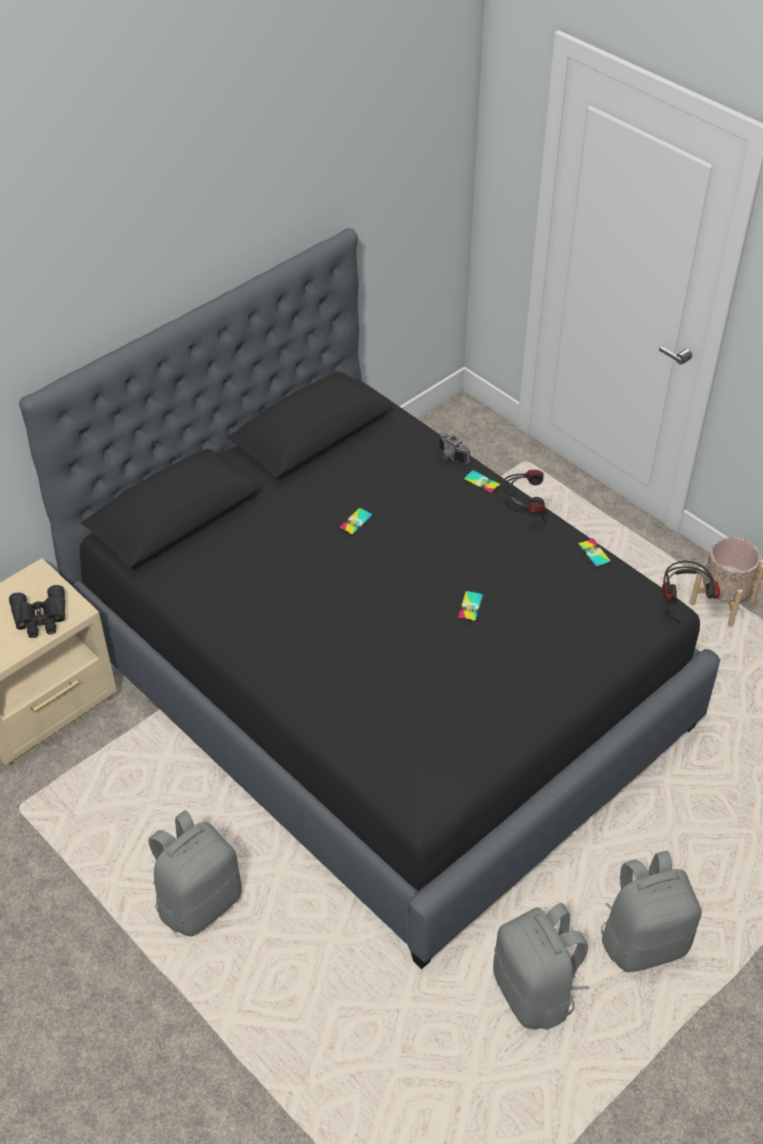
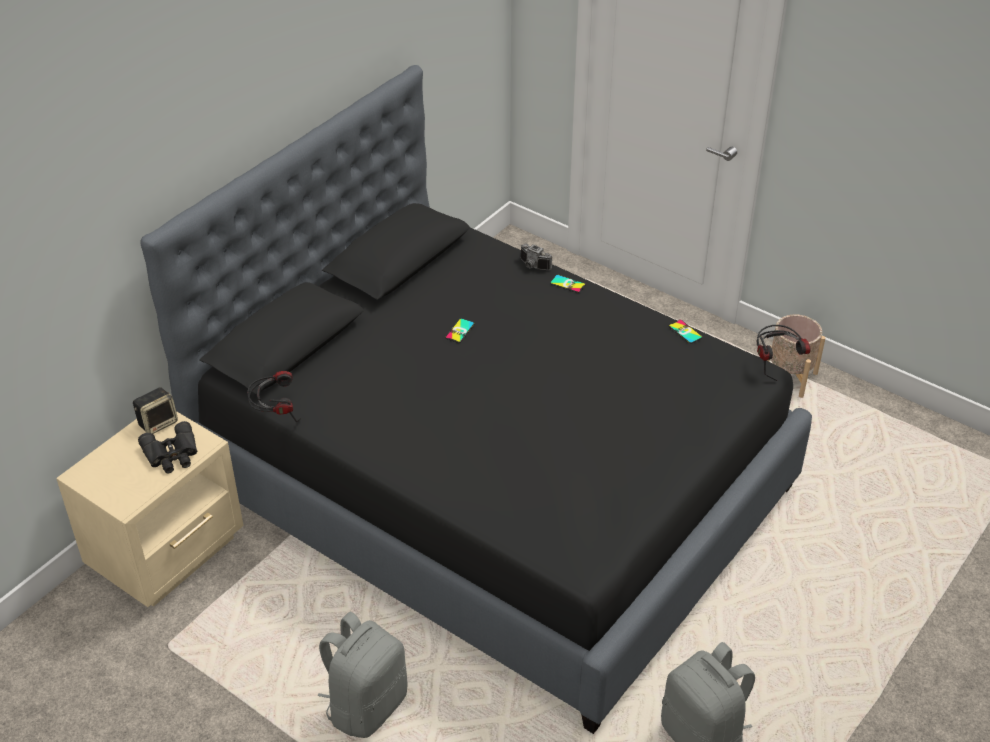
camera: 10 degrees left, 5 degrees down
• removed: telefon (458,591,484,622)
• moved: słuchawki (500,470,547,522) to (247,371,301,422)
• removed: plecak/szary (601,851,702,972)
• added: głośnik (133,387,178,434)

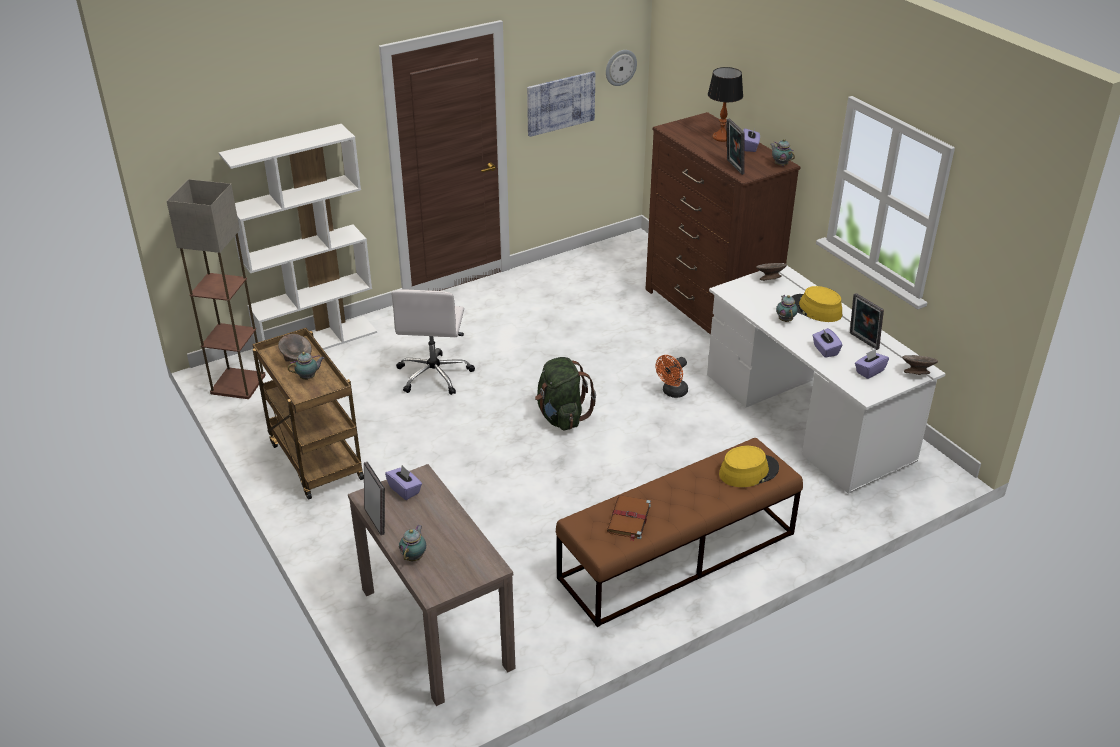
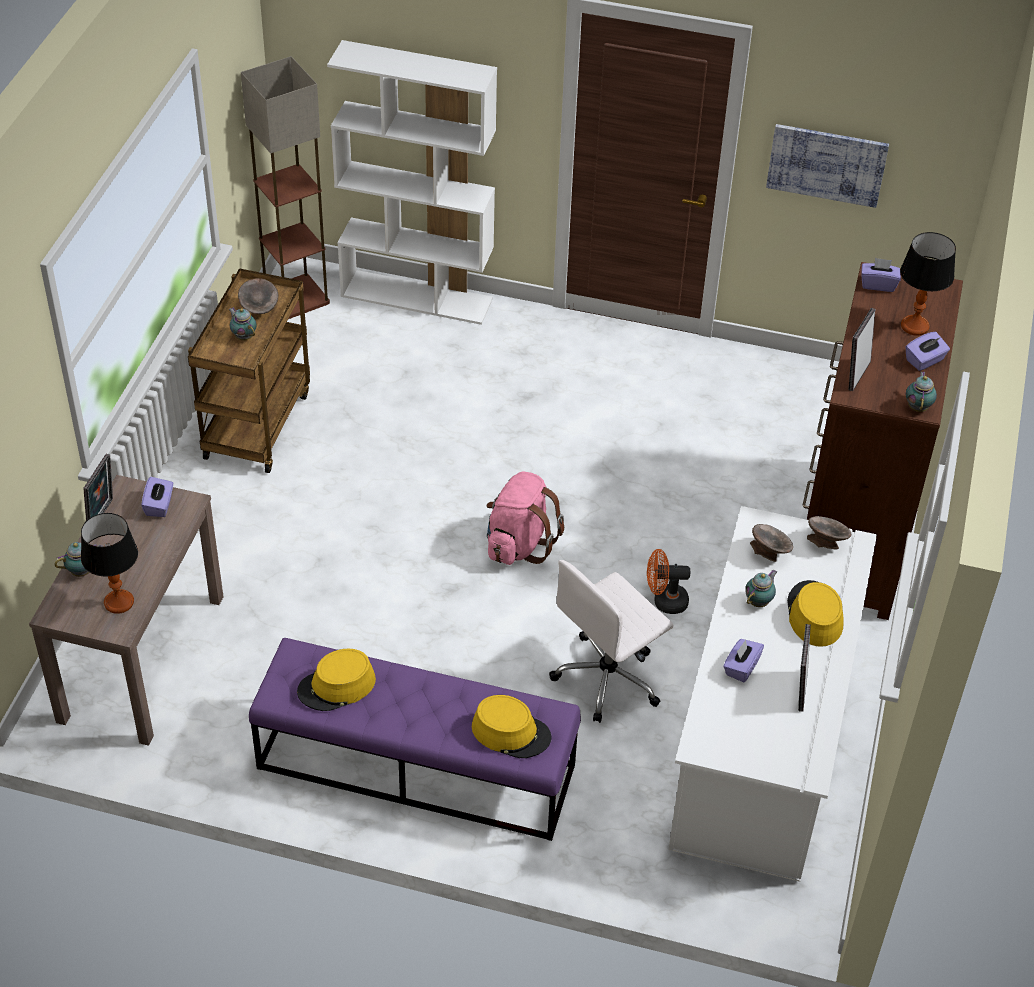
camera: 45 degrees right, 10 degrees up
• turned: imbryk (288,352,324,380) = (229,307,257,340) 150 degrees counterclockwise
• moved: krzesło biurowe/biały (391,290,475,395) to (549,560,673,723)
• recoloured: plecak/zielony (535,357,596,431) to plecak/różowy (487,472,564,565)
• recoloured: ławka/brązowy (556,438,803,627) to ławka/fioletowy (249,638,581,841)
• removed: zegar ścienny (606,50,637,86)
• replaced: książka/brązowy (607,495,651,542) to kapelusz/żółty (297,649,376,711)
• moved: pudełko chusteczek/fioletowy (855,349,889,379) to (861,258,901,292)
• moved: miska/szary (902,355,938,375) to (750,524,793,562)
• added: lampa stołowa (81,513,138,614)

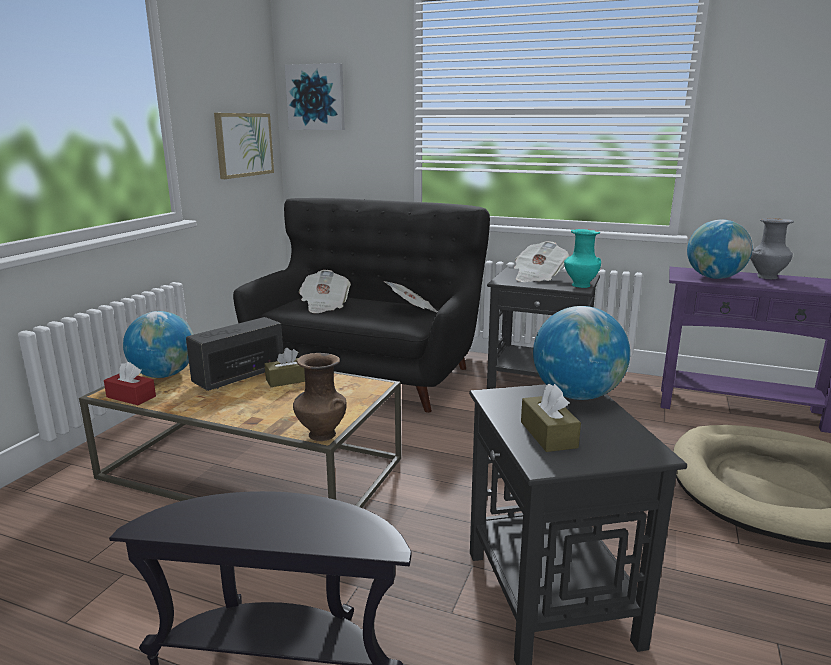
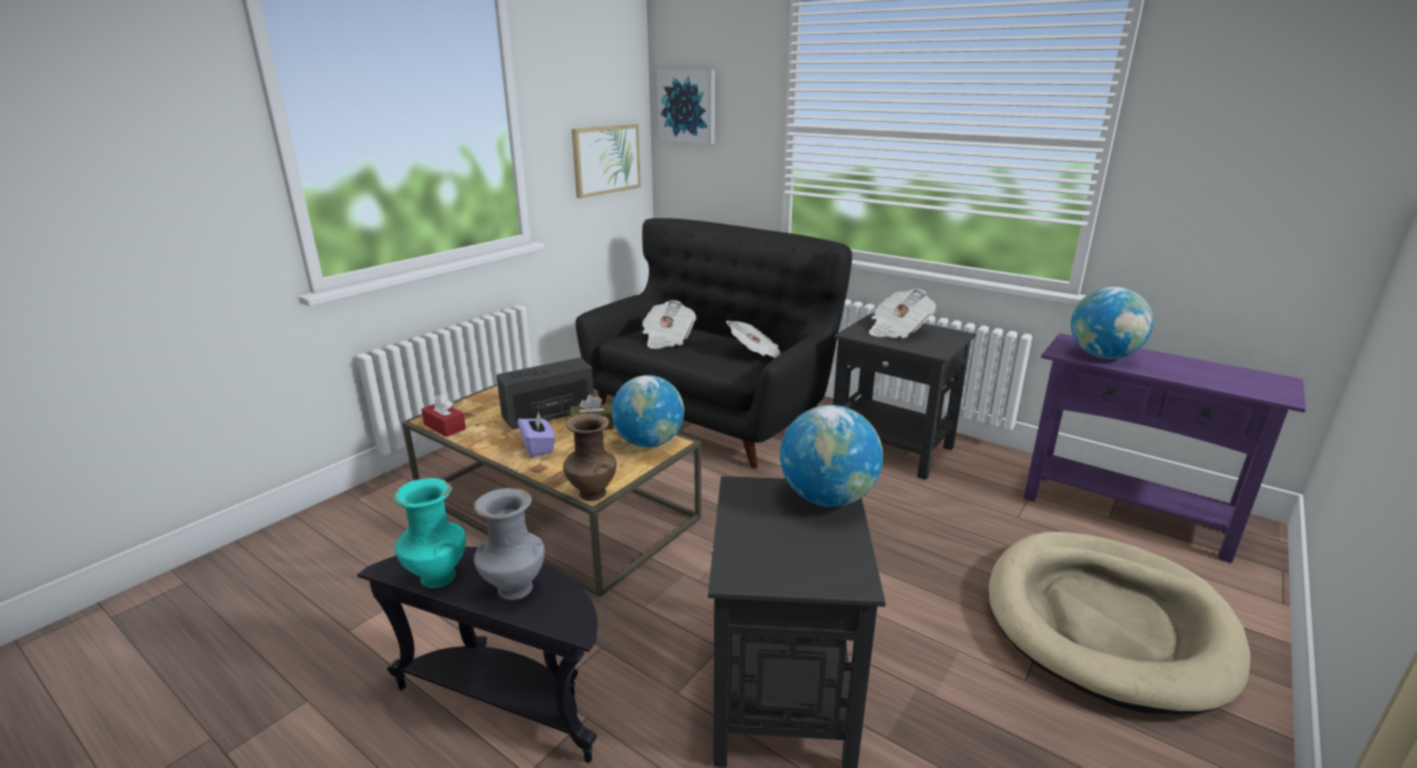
camera: 15 degrees right, 5 degrees up
• moved: globus (123,311,194,378) to (612,375,684,448)
• removed: pudełko chusteczek/brązowy (521,384,581,452)
• moved: wazon/turkusowy (564,229,601,288) to (393,478,466,588)
• moved: wazon/szary (750,218,794,279) to (474,488,545,600)
• added: pudełko chusteczek/fioletowy (518,411,556,457)

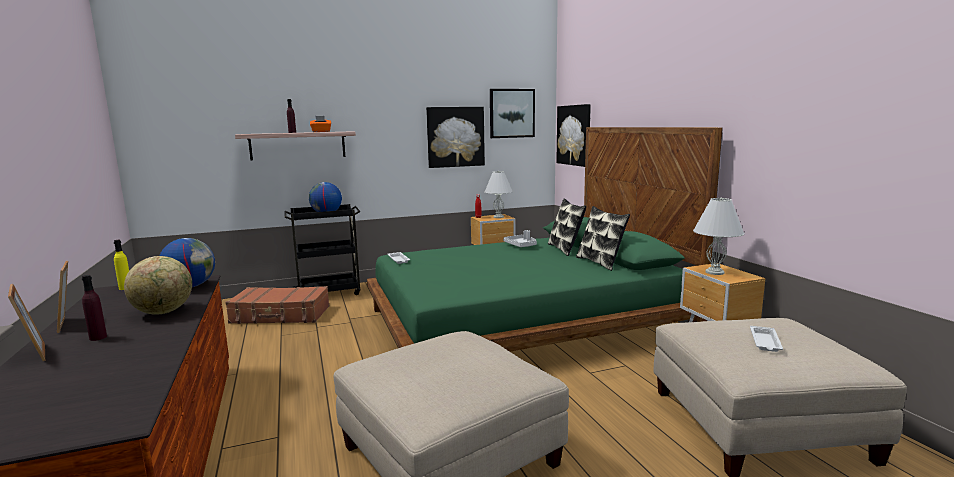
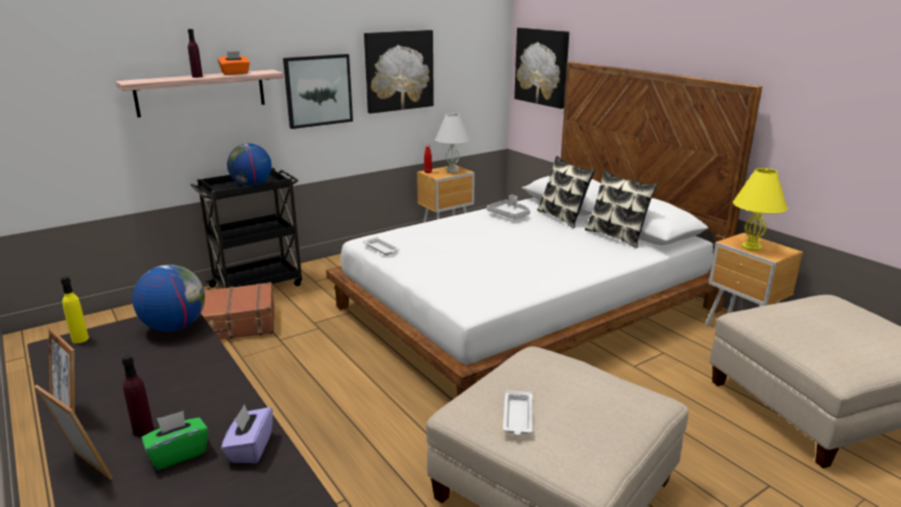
camera: 15 degrees left, 10 degrees up
• removed: globus (124,256,192,315)
• recoloured: łóżko/zielony (367,127,723,352) to łóżko/biały (326,62,762,396)
• moved: obraz (490,89,535,138) to (283,54,353,129)
• recoloured: lampa stołowa/biały (693,198,745,275) to lampa stołowa/żółty (733,168,788,251)
• moved: taca/biały (750,326,783,352) to (503,391,533,435)
• added: pudełko chusteczek/zielony (141,411,208,470)
• added: pudełko chusteczek/fioletowy (221,404,273,463)

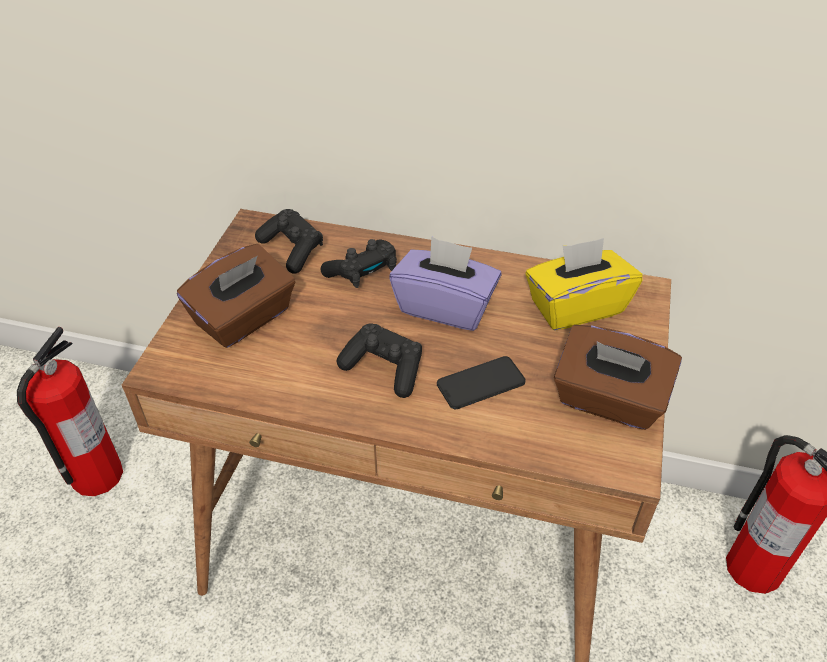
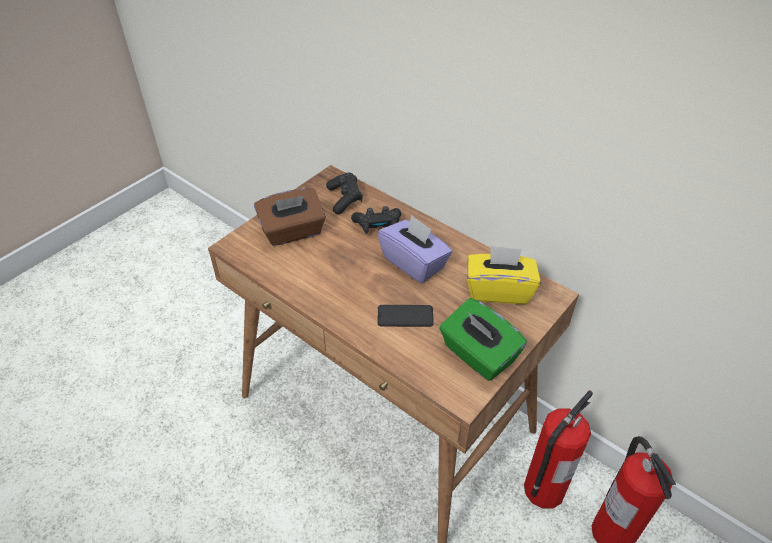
camera: 25 degrees right, 0 degrees up
• moved: gaśnica (17,327,123,496) to (524,390,593,509)
• removed: pad do gier/czarny (337,324,422,398)
• recoloured: pudełko chusteczek/brązowy (554,325,682,430) to pudełko chusteczek/zielony (439,298,527,381)

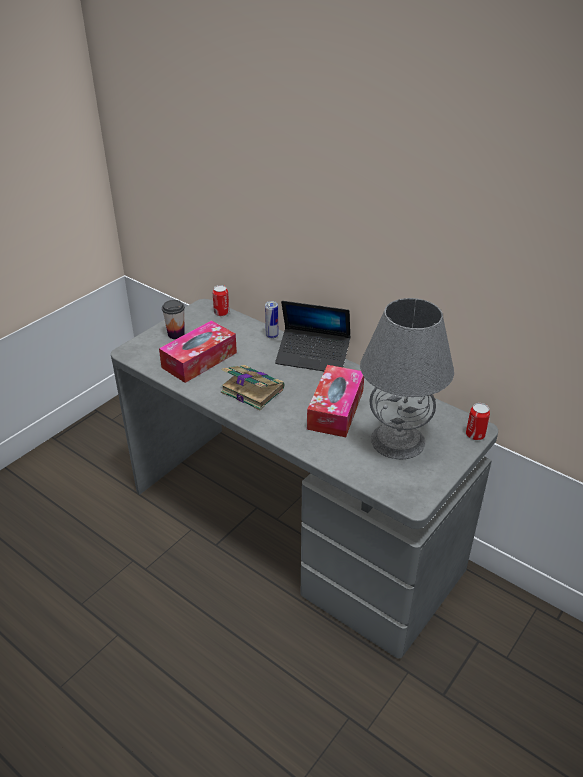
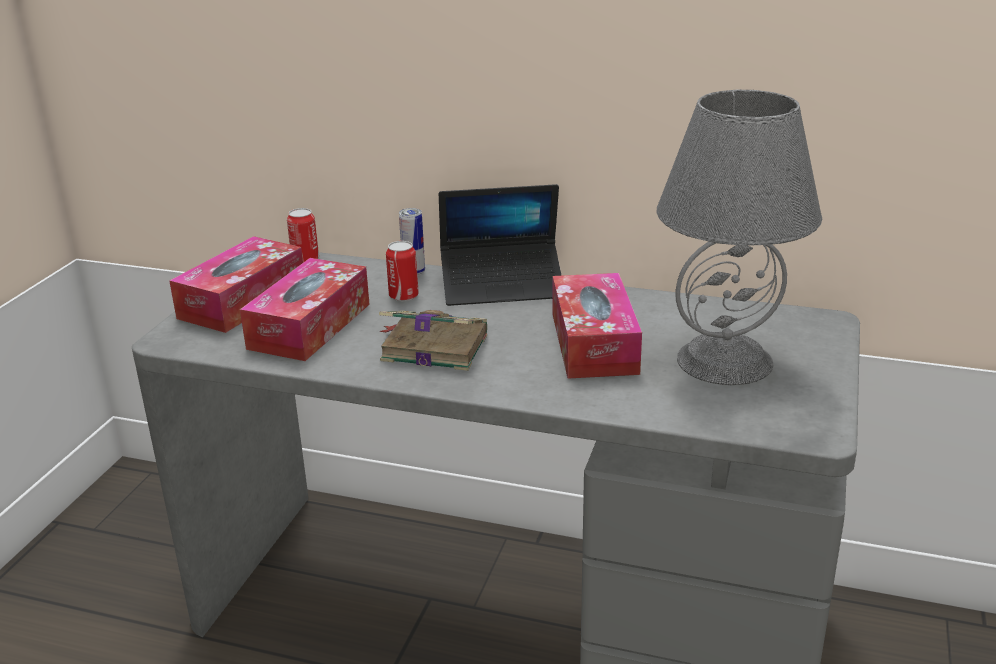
camera: 20 degrees left, 10 degrees down
• replaced: filiżanka (162,300,185,339) to pudełko chusteczek (169,236,303,333)
• moved: puszka (466,403,490,440) to (386,241,419,301)

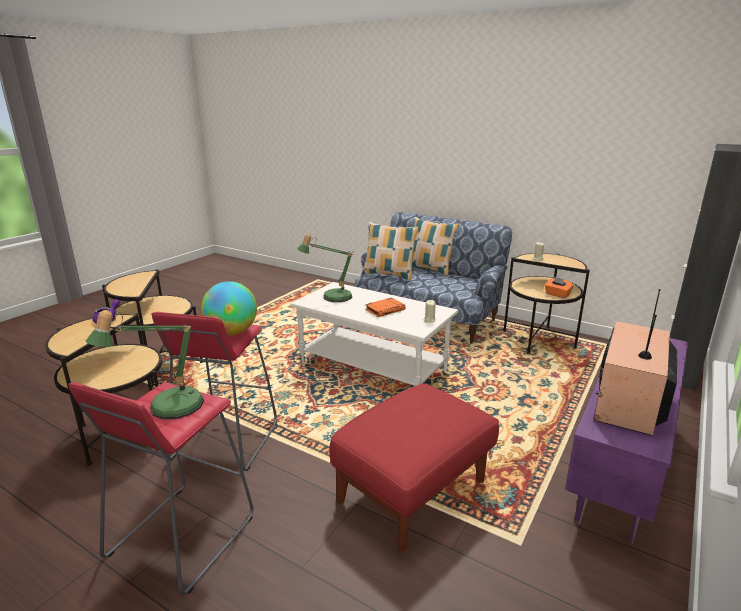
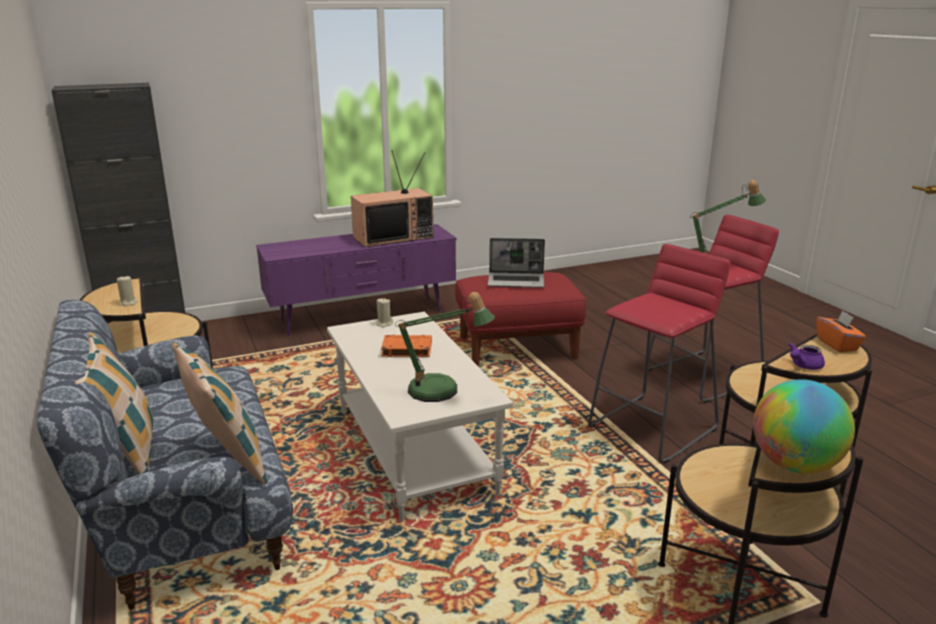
camera: 145 degrees left, 0 degrees up
• moved: globus (201,281,257,335) to (753,379,855,474)
• moved: pudełko chusteczek/pomarańczowy (544,277,574,298) to (816,310,866,352)
• added: laptop (488,238,545,288)

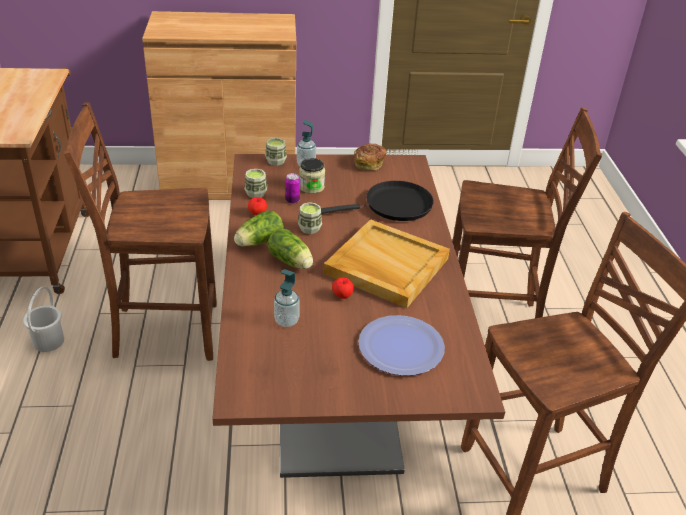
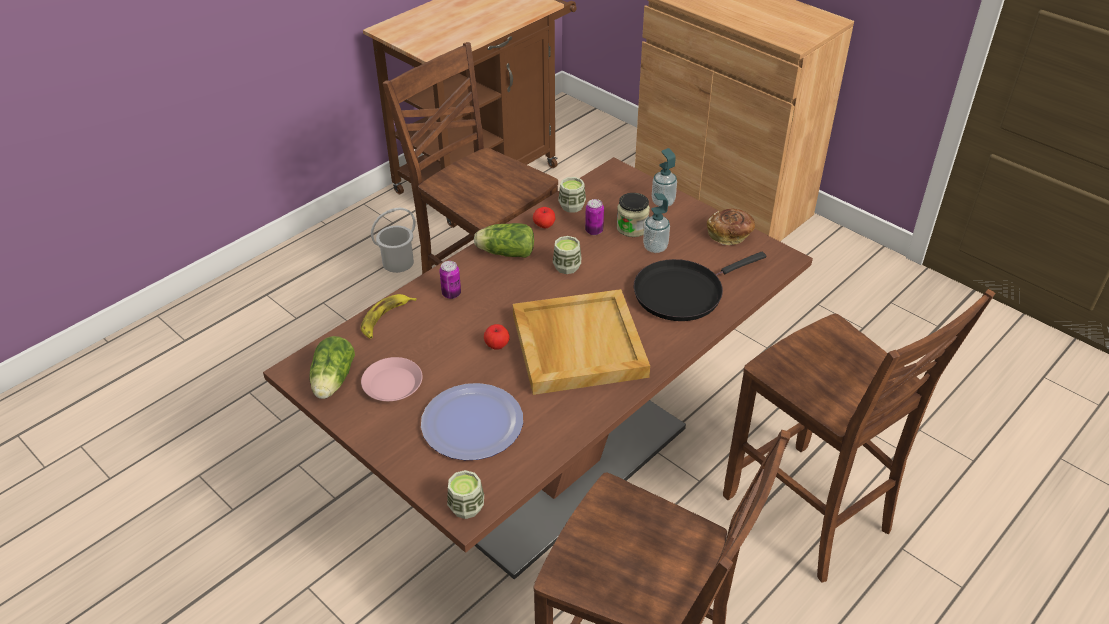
camera: 50 degrees right, 5 degrees up
• moved: filiżanka (265,138,287,166) to (447,470,484,519)
• moved: sałata (268,229,313,269) to (309,336,355,399)
• moved: dozownik mydła (274,269,300,327) to (643,193,670,253)
• turned: patelnia/czarny (321,181,434,221) = (634,252,766,321) 120 degrees clockwise
• added: banan (361,294,417,339)
• added: talerz/różowy (361,357,422,401)
• added: puszka (439,261,461,299)

